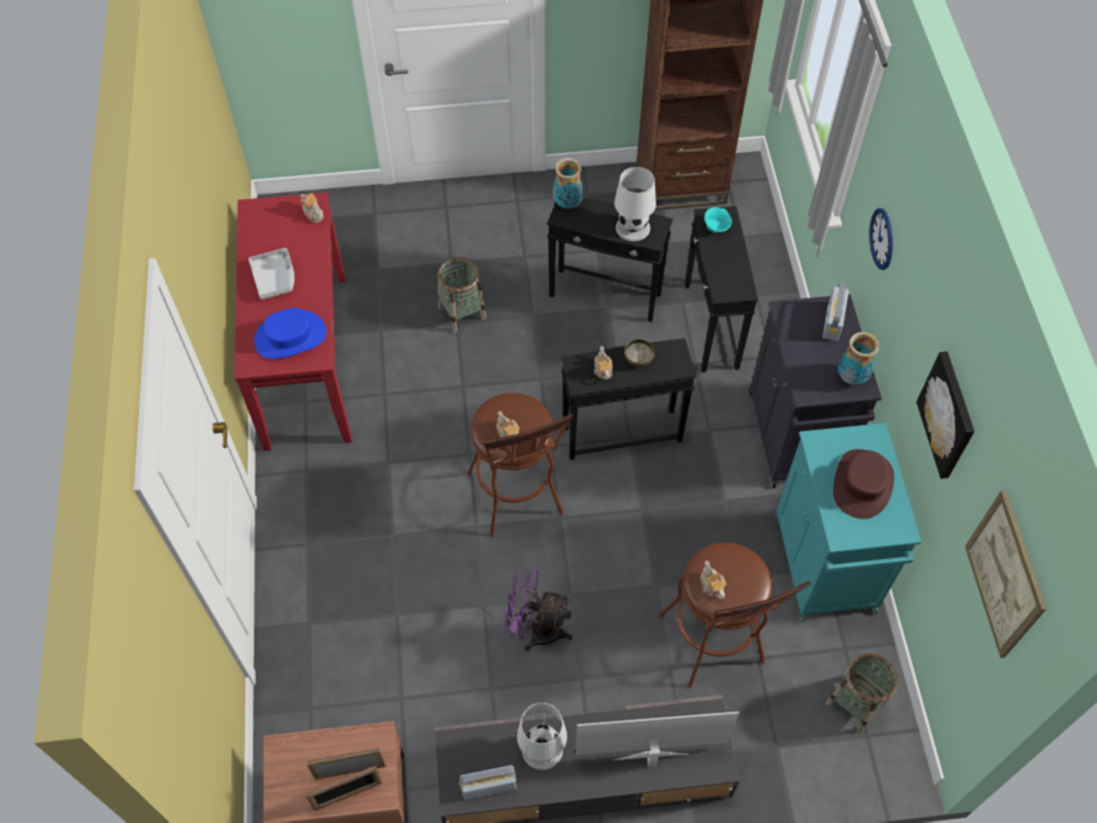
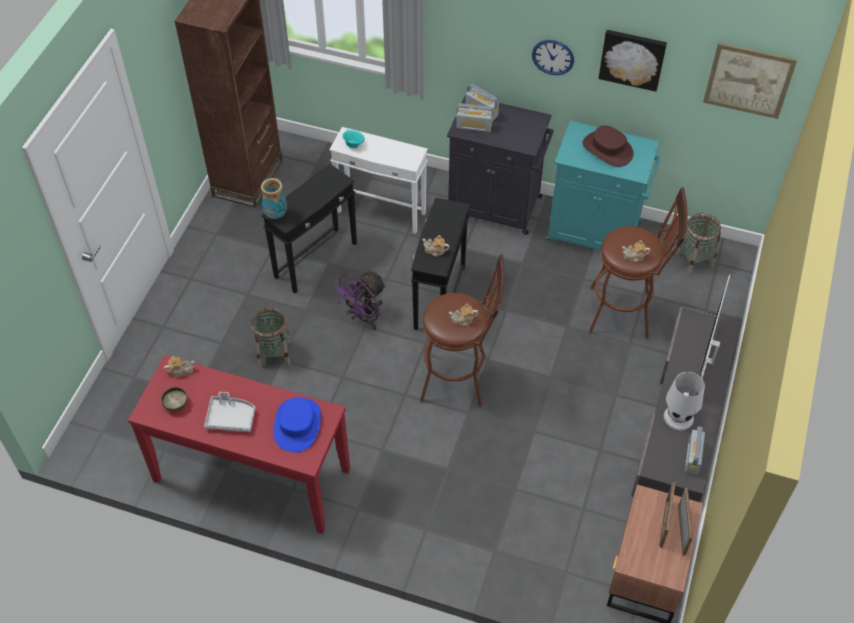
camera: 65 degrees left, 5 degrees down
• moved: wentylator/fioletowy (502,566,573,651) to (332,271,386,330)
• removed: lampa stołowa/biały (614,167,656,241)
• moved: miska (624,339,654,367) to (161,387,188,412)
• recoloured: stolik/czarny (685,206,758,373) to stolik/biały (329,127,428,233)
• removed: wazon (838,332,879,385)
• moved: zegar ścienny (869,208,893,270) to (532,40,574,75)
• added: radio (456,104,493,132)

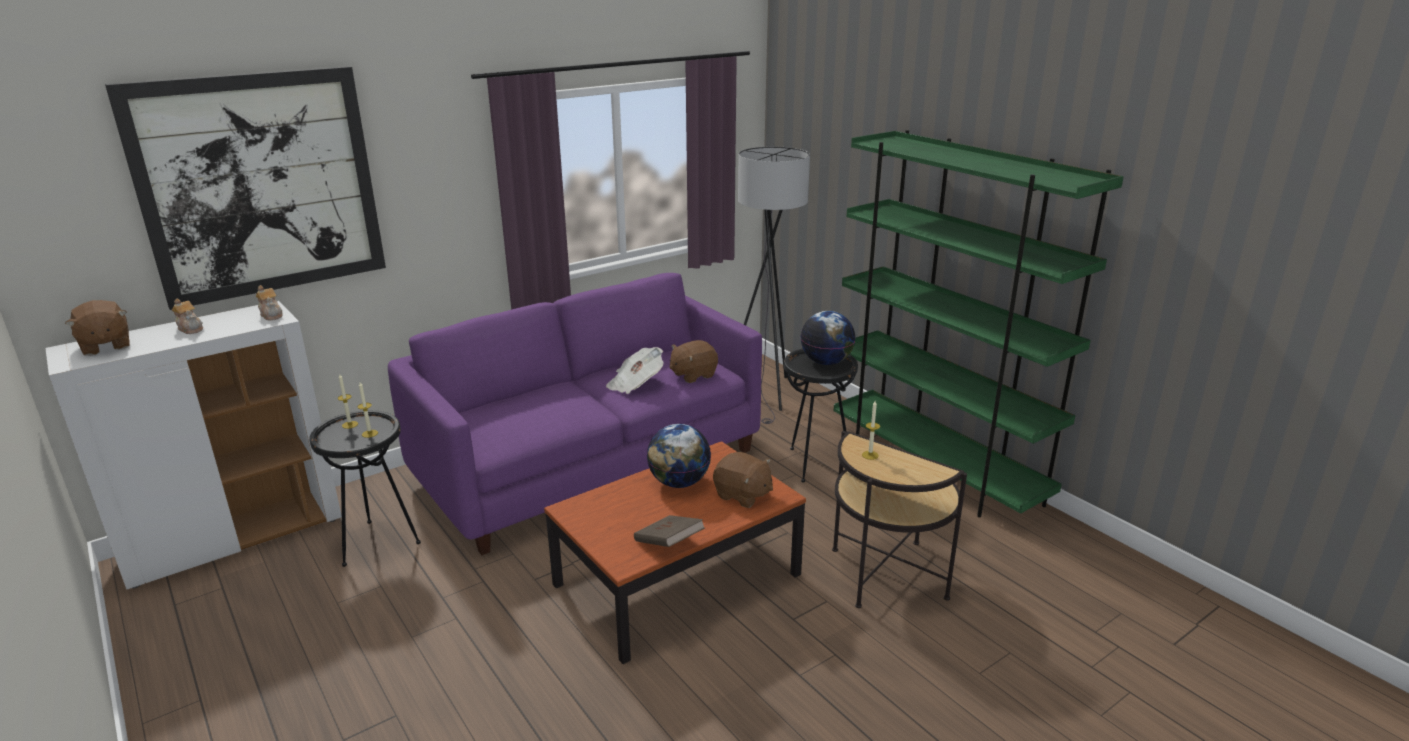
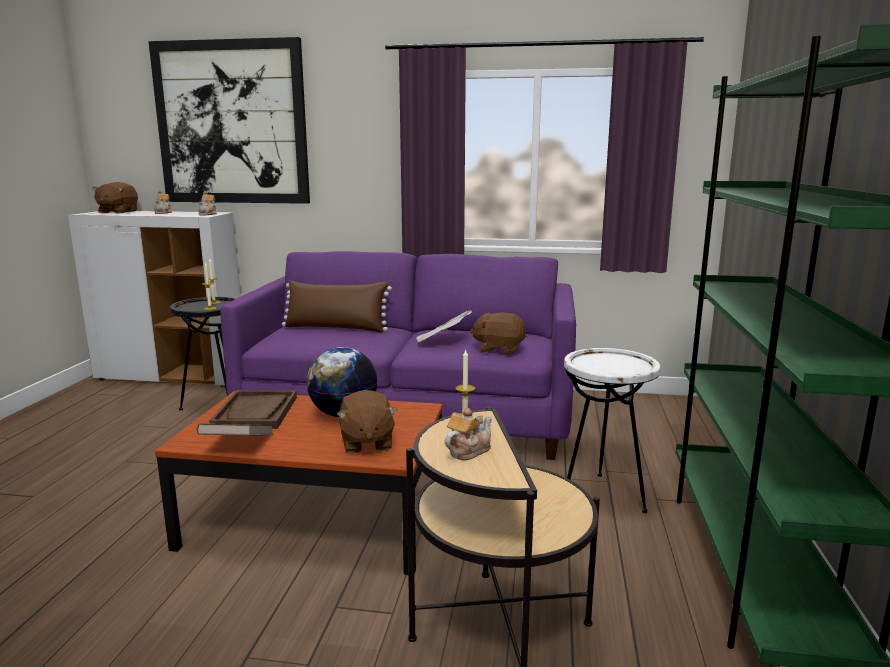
camera: 45 degrees right, 10 degrees down
• removed: lampa stojąca/szary (738,146,810,424)
• recoloured: stolik/czarny (784,349,858,483) to stolik/biały (564,348,661,513)
• removed: globus (800,311,856,365)
• added: taca/brązowy (209,390,297,429)
• added: poduszka/brązowy (282,280,392,332)
• added: imbryk (445,408,493,460)

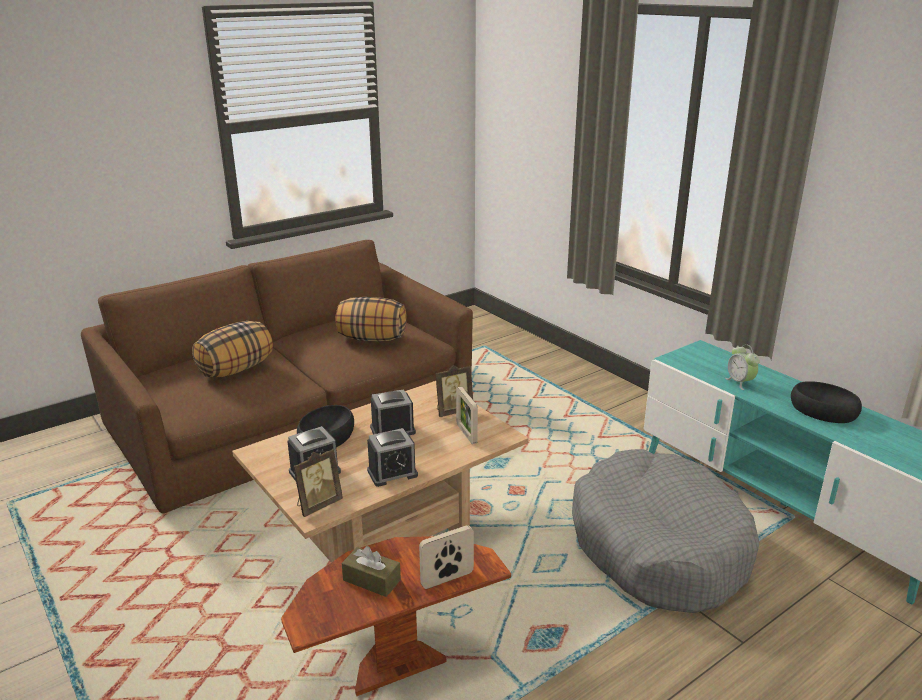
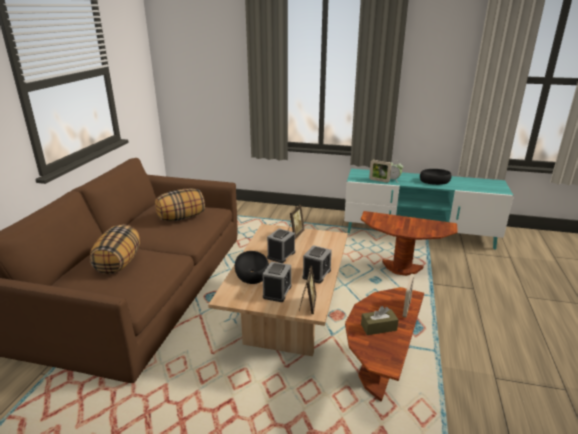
camera: 40 degrees left, 0 degrees up
• moved: ramka na zdjęcie (456,386,478,444) to (369,160,392,183)
• replaced: legowisko/szary (572,449,759,613) to stolik/brązowy (361,211,458,276)

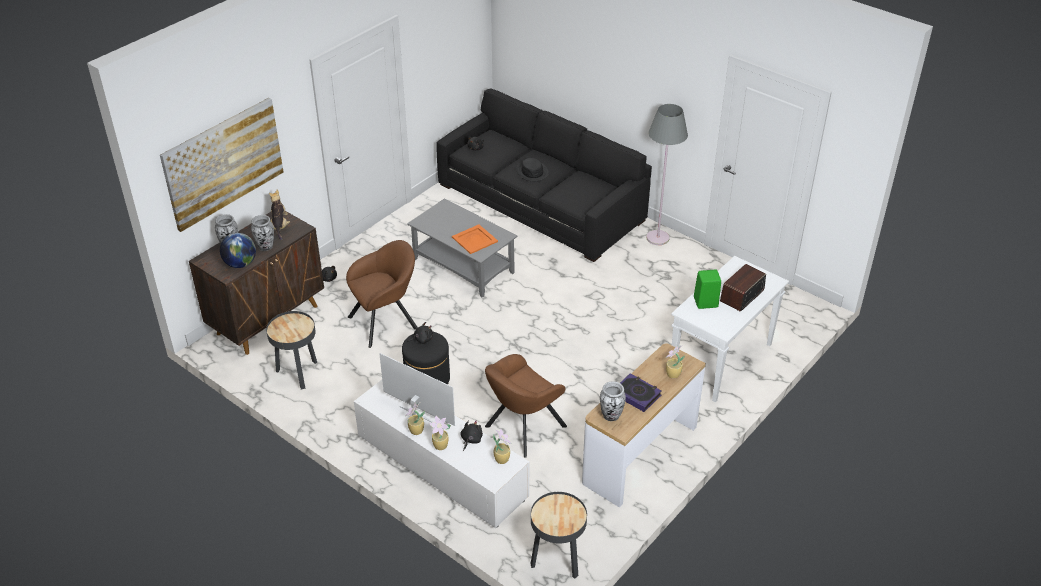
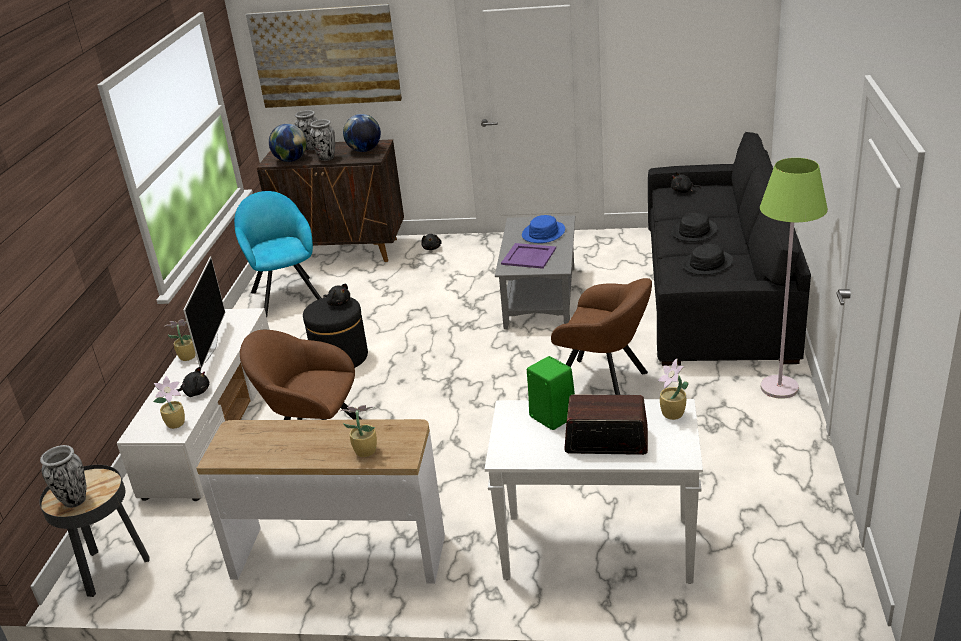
camera: 60 degrees right, 10 degrees down
• replaced: stolik/czarny (266,311,317,390) to fotel/turkusowy (234,191,321,317)
• replaced: pluszak (269,190,290,240) to globus (343,114,381,152)
• moved: fotel/brązowy (346,240,418,348) to (551,278,652,395)
• moved: roślina doniczkowa (429,416,451,450) to (658,359,689,420)
• recoloured: taca/pomarańczowy (452,224,498,254) to taca/fioletowy (501,243,556,269)
• moved: wazon (600,381,626,421) to (40,445,87,508)
• removed: książka (620,373,662,412)
• recoloured: lampa stojąca/szary (647,104,688,245) to lampa stojąca/zielony (760,158,828,399)
• added: kapelusz/niebieski (522,215,565,243)
• added: kapelusz/czarny (681,244,733,275)

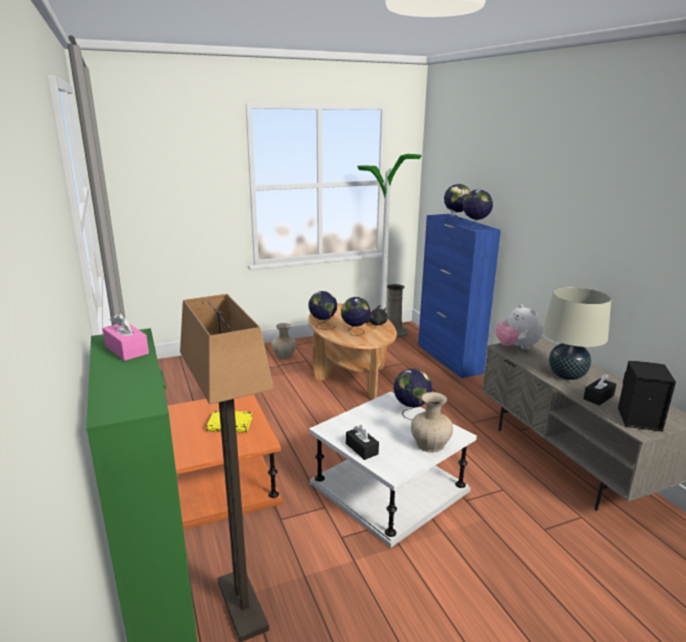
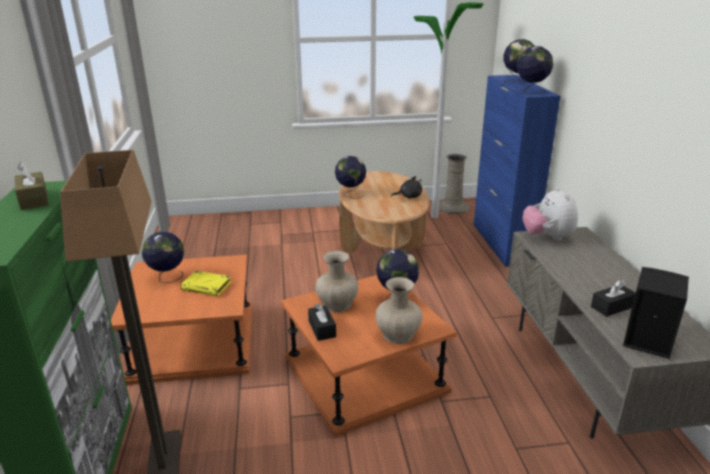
camera: 15 degrees right, 5 degrees up
• recoloured: pudełko chusteczek/różowy (102,313,149,361) to pudełko chusteczek/brązowy (14,162,49,210)
• moved: wazon/beżowy (272,323,297,359) to (315,251,358,312)
• recoloured: stolik/biały (309,392,477,548) to stolik/pomarańczowy (281,275,457,437)
• moved: globus (341,297,371,336) to (142,231,184,283)
• removed: lampa stołowa/beżowy (542,287,611,380)

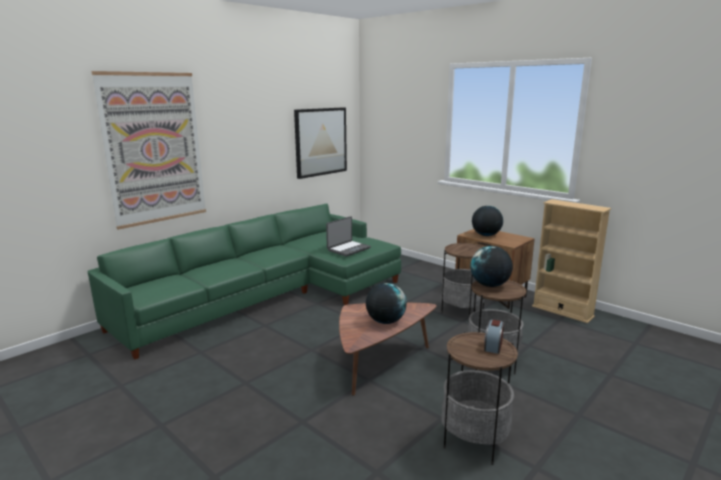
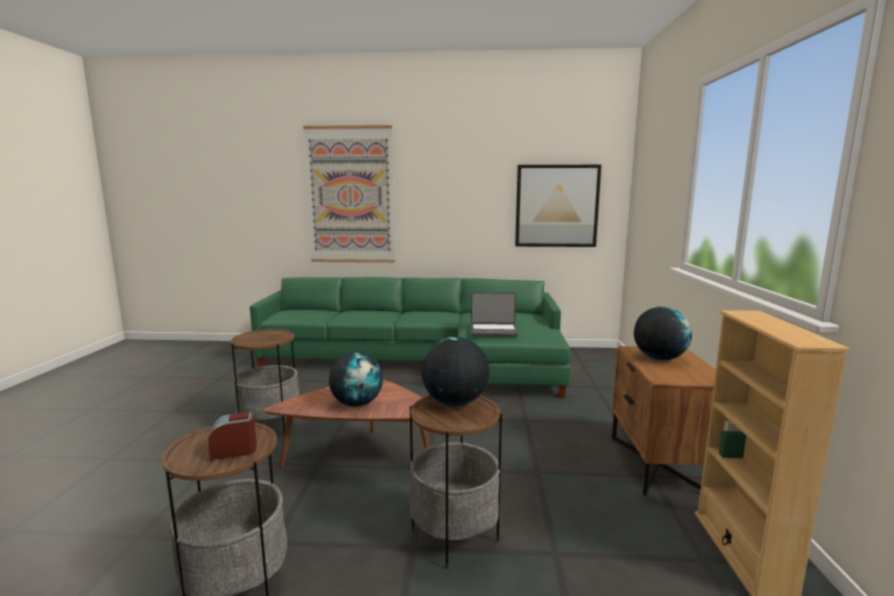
camera: 50 degrees right, 5 degrees down
• moved: stolik (441,243,485,322) to (231,329,299,432)

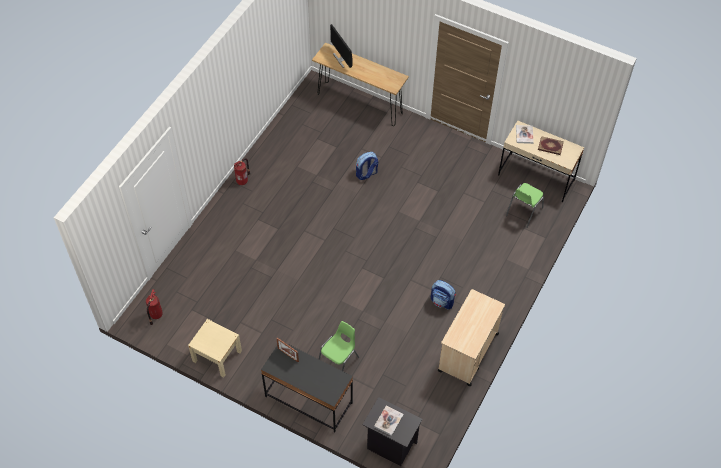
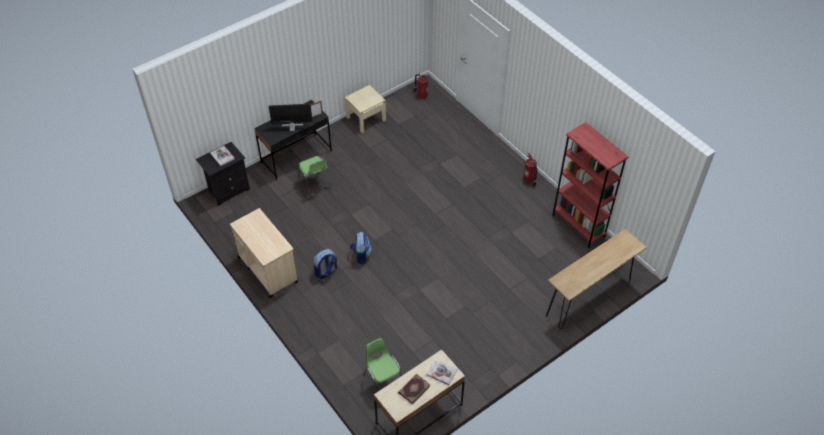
camera: 115 degrees right, 5 degrees down
• moved: monitor (330,24,352,68) to (269,104,312,131)
• moved: plecak (356,152,378,180) to (350,232,372,264)
• added: regał/czerwony (552,122,628,248)

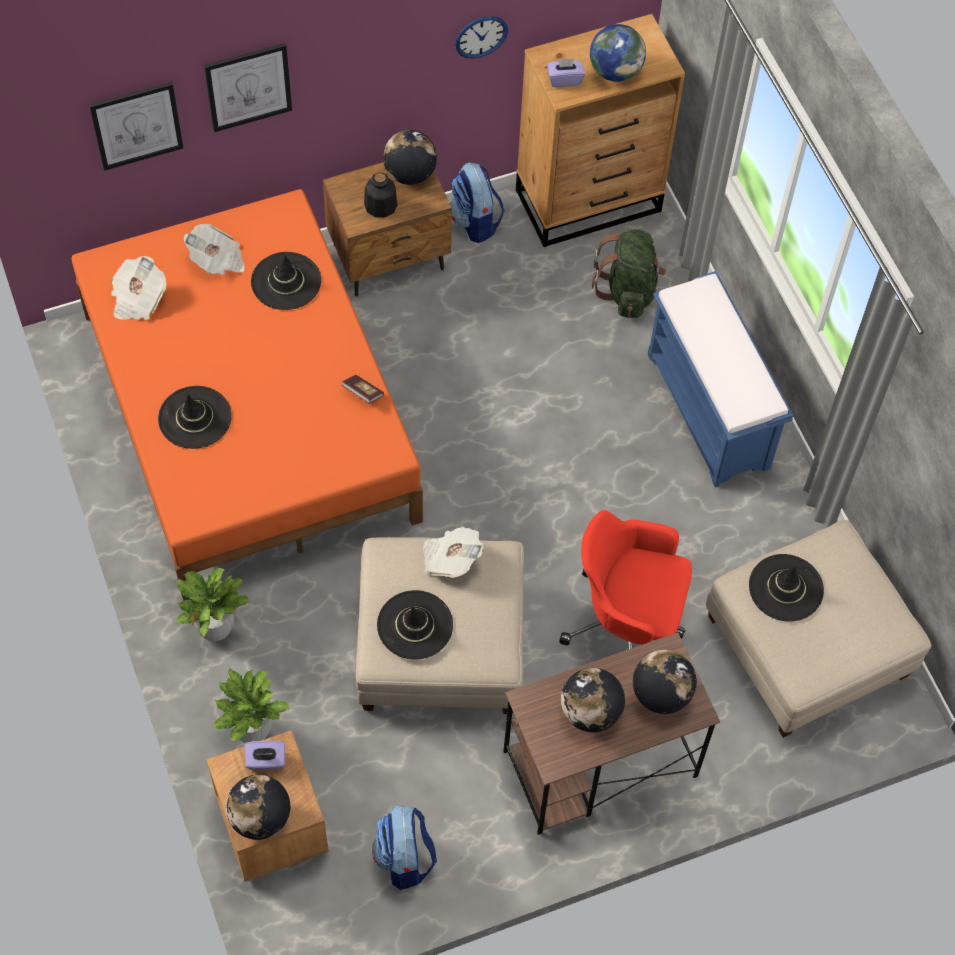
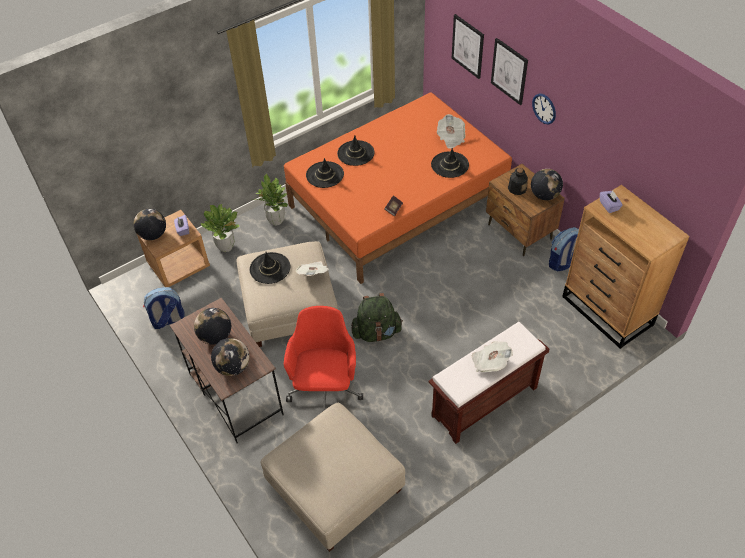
camera: 80 degrees right, 10 degrees down
• moved: gazeta (111,256,167,320) to (471,341,513,372)
• moved: zegar ścienny (455,16,508,59) to (532,93,556,124)
• removed: globus (590,24,646,82)
• moved: plecak/zielony (592,229,666,318) to (351,293,403,342)
• recoloured: ławka/niebieski (648,271,793,487) to ławka/brązowy (428,322,549,444)
• moved: kapelusz/czarny (749,554,824,621) to (306,158,344,188)

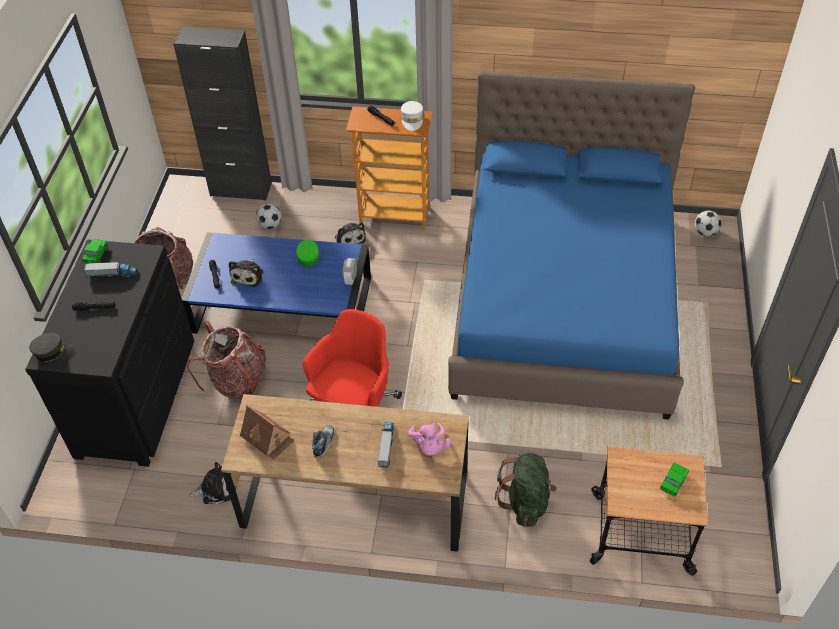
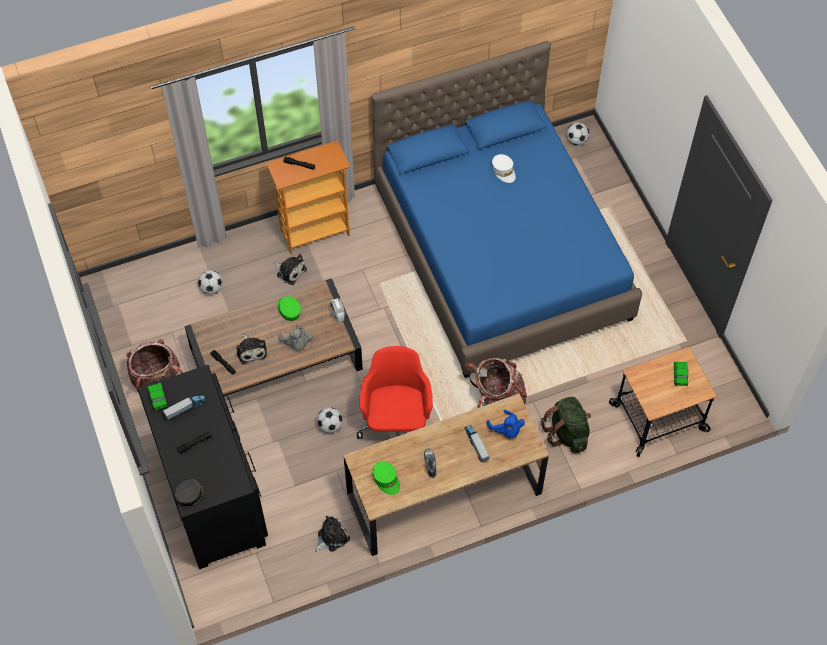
camera: 30 degrees left, 10 degrees up
• removed: szafka/czarny (173,26,272,201)
• recoloured: ława/niebieski (182,232,371,334) to ława/brązowy (184,278,363,396)
• moved: plecak (187,321,266,399) to (465,358,527,408)
• replaced: domek (240,404,294,460) to czapka z daszkiem/zielony (372,462,400,495)
• moved: czapka z daszkiem/biały (401,101,423,131) to (492,154,516,183)
• recoloured: pluszak/różowy (409,423,451,456) to pluszak/niebieski (487,410,525,438)
• added: pluszak/szary (278,325,313,351)
• added: piłka futbolowa (317,407,343,433)

